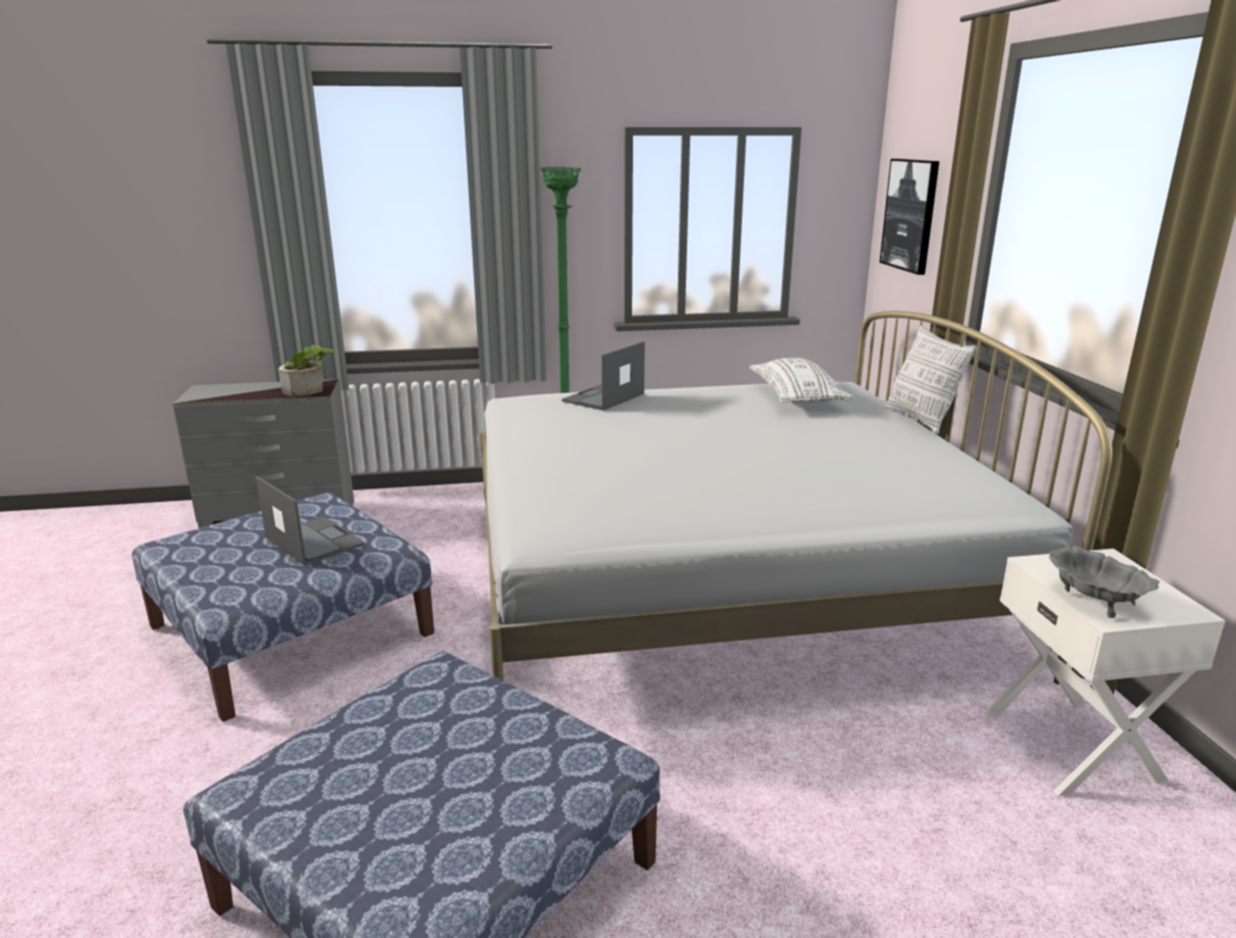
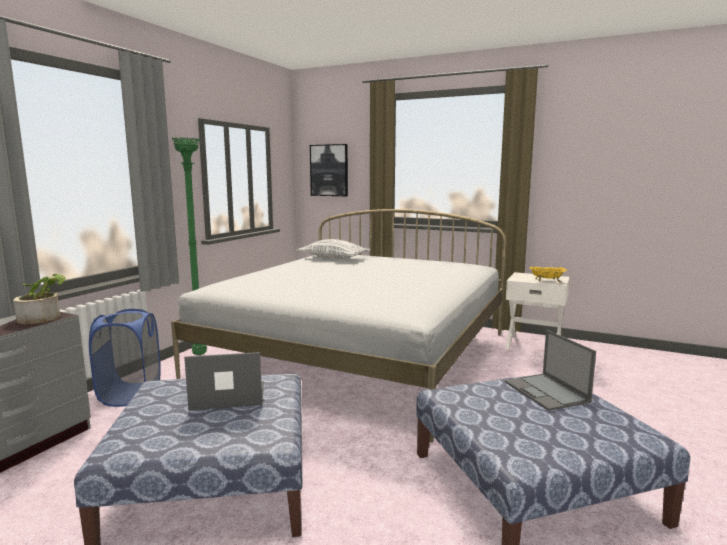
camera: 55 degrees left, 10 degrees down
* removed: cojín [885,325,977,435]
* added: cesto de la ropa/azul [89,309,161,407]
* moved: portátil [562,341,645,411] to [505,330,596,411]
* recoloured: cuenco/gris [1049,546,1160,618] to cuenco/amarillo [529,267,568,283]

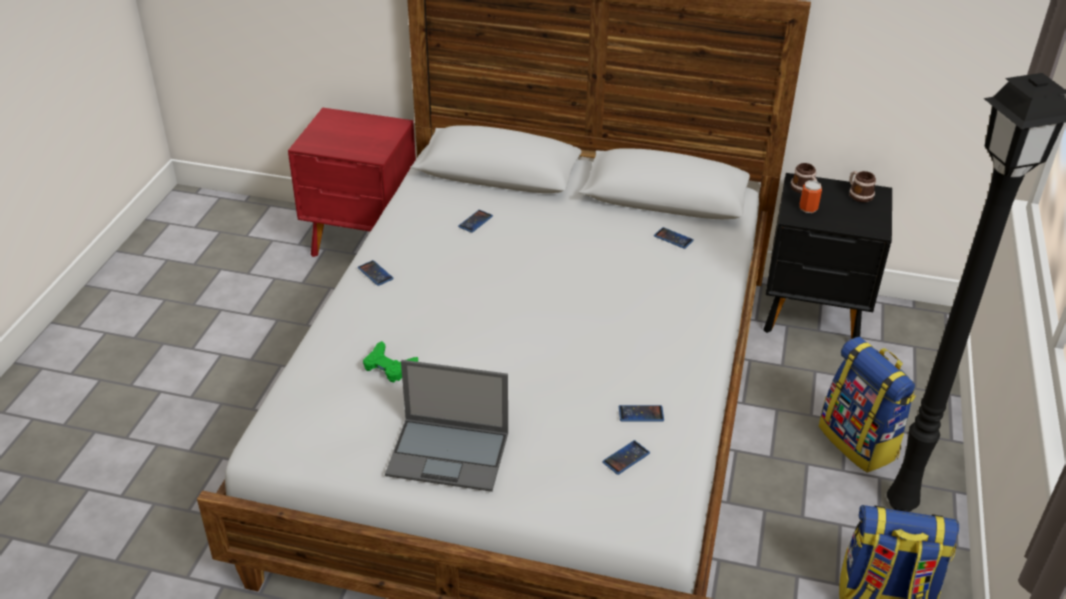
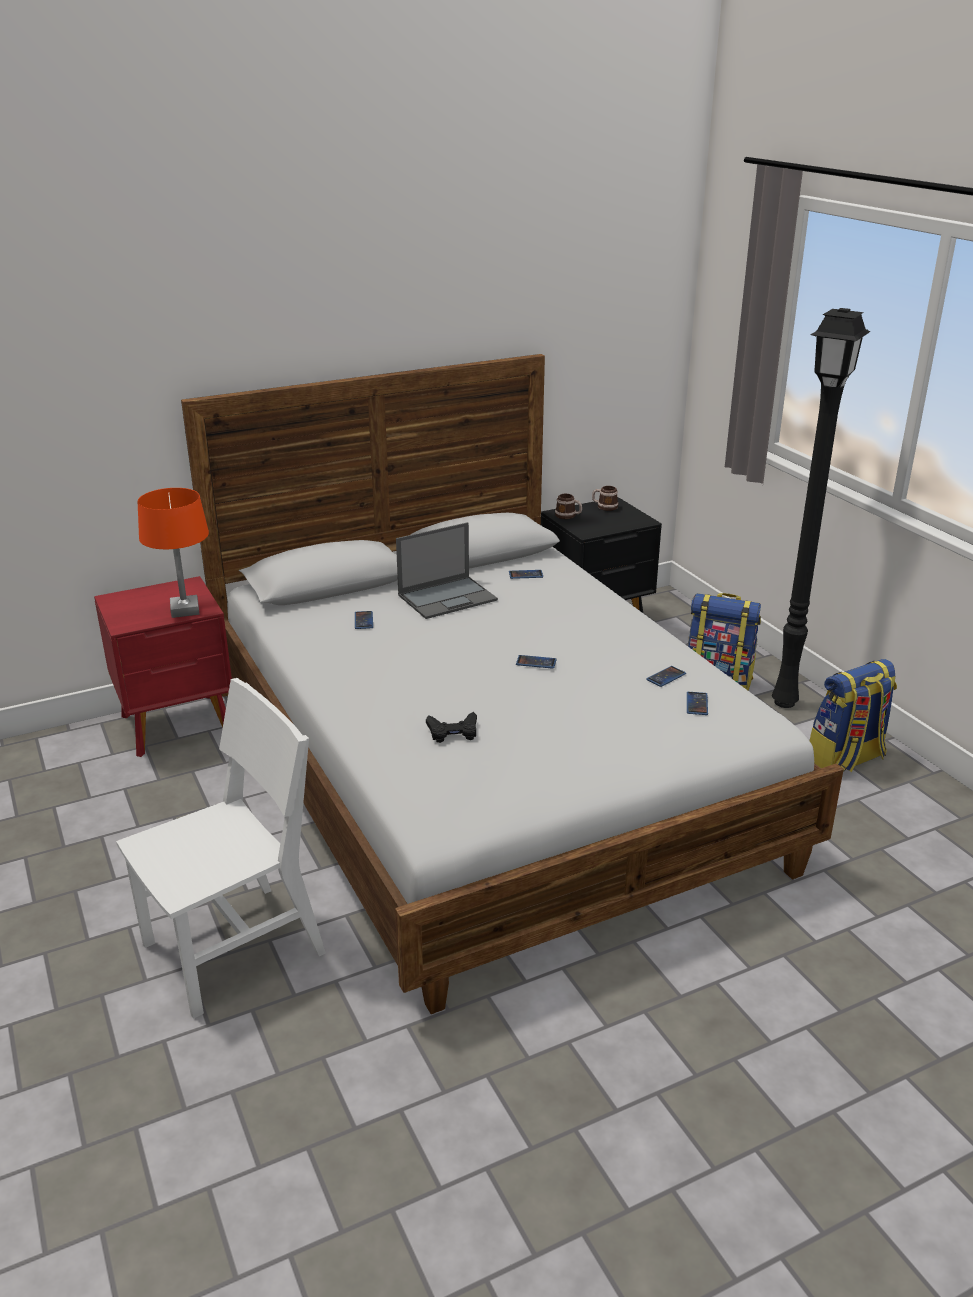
camera: 40 degrees left, 10 degrees down
* removed: lata [800,180,822,213]
* added: silla/blanco [116,678,326,1019]
* added: lámpara de mesa/naranja [138,488,209,618]
* moved: móvil [358,260,394,286] to [516,655,557,669]
* moved: portátil [385,360,508,492] to [396,522,498,619]
* recoloured: mando de consola/verde [363,341,418,382] to mando de consola/negro [426,712,477,743]

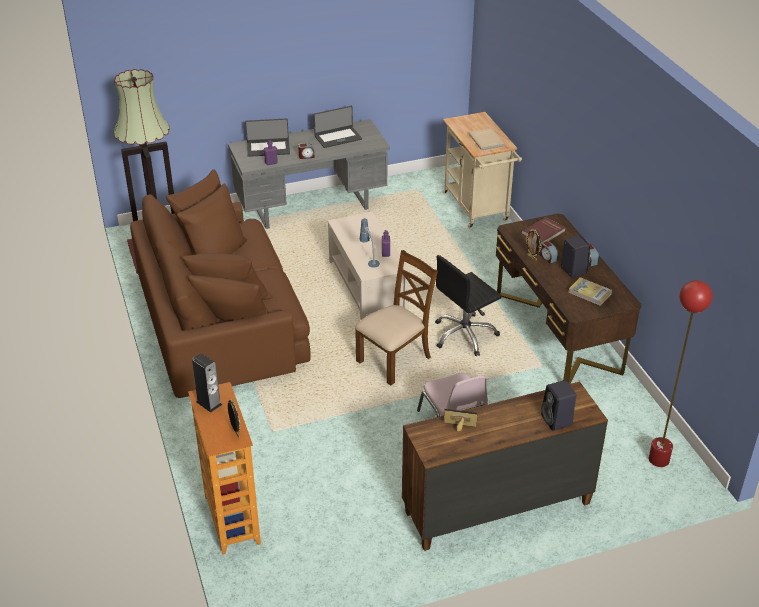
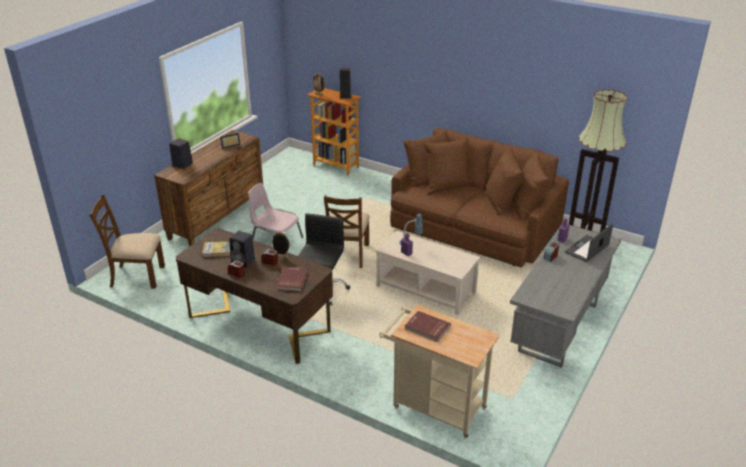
camera: 140 degrees right, 5 degrees down
* removed: portátil [314,106,362,148]
* replaced: lámpara de pie/rojo [649,280,713,467] to silla/marrón [89,194,165,289]
* recoloured: libro/beis [469,128,504,151] to libro/rojo [405,311,451,342]

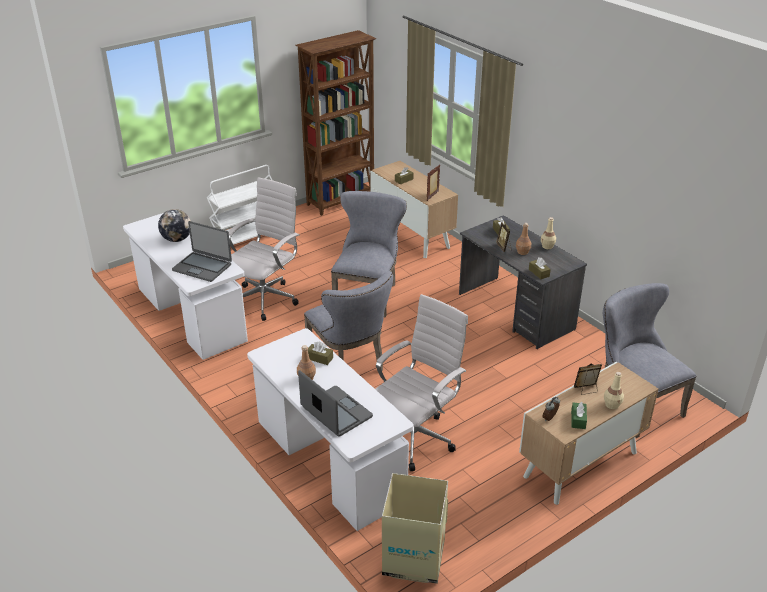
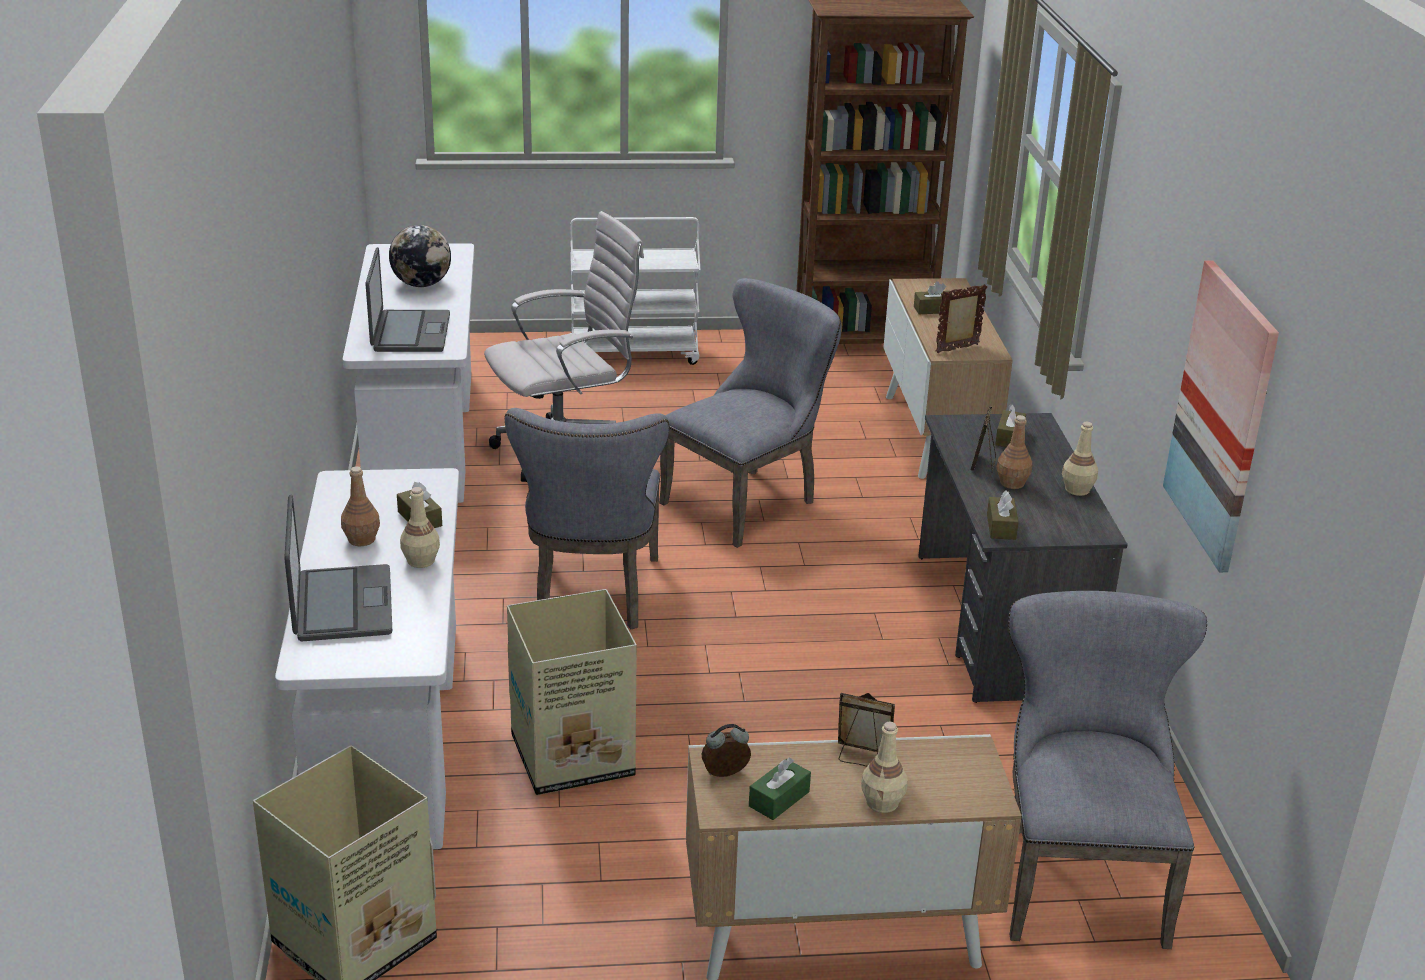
camera: 30 degrees right, 5 degrees down
* added: botella/beis [400,487,440,568]
* added: cuadro [1163,260,1279,572]
* replaced: silla de oficina/blanco [375,294,468,471] to caja de cartón [507,589,637,795]
* turned: portátil [172,221,232,282] = [365,247,450,352] 150 degrees counterclockwise

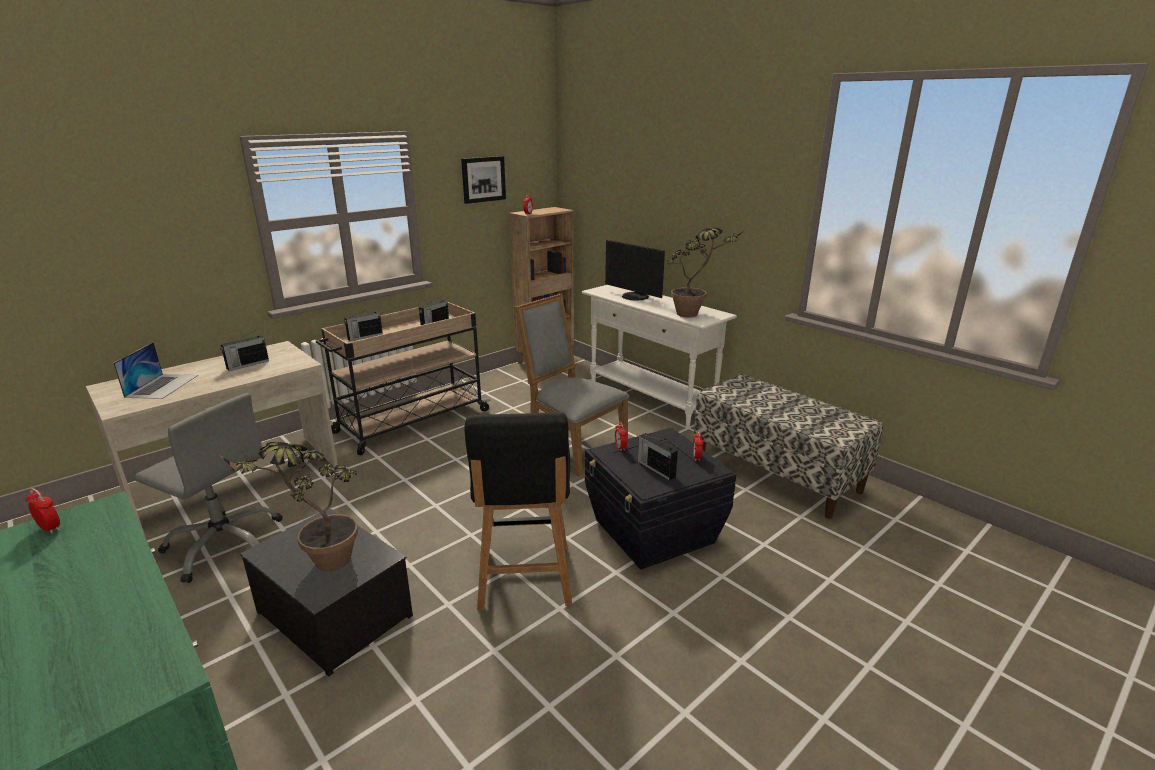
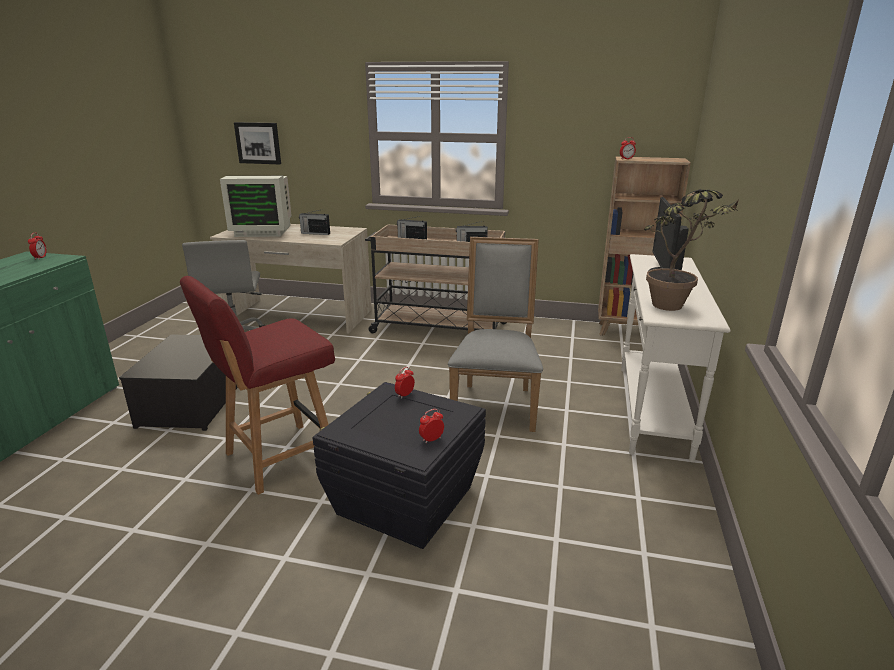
camera: 55 degrees right, 0 degrees up
* removed: planta en maceta [220,442,358,572]
* removed: radio [638,433,678,480]
* removed: banco [694,374,883,519]
* moved: cuadro [461,156,506,204] to [234,122,281,165]
* replaced: portátil [113,342,198,399] to monitor [220,176,292,237]
* recoloured: silla/negro [464,413,572,611] to silla/rojo [180,276,335,495]

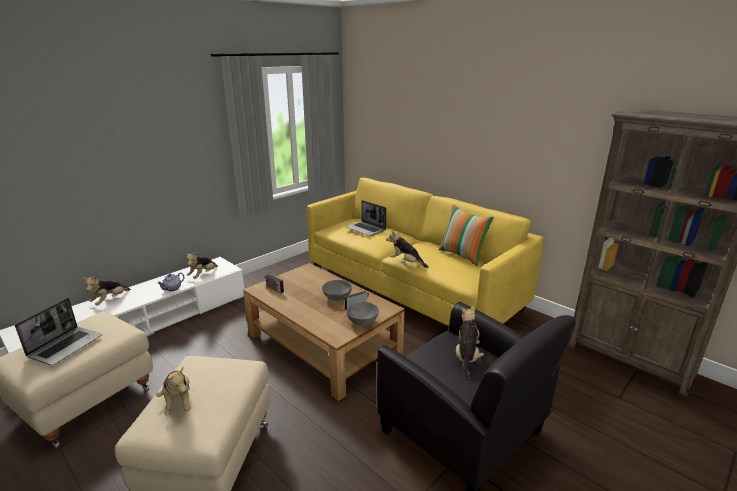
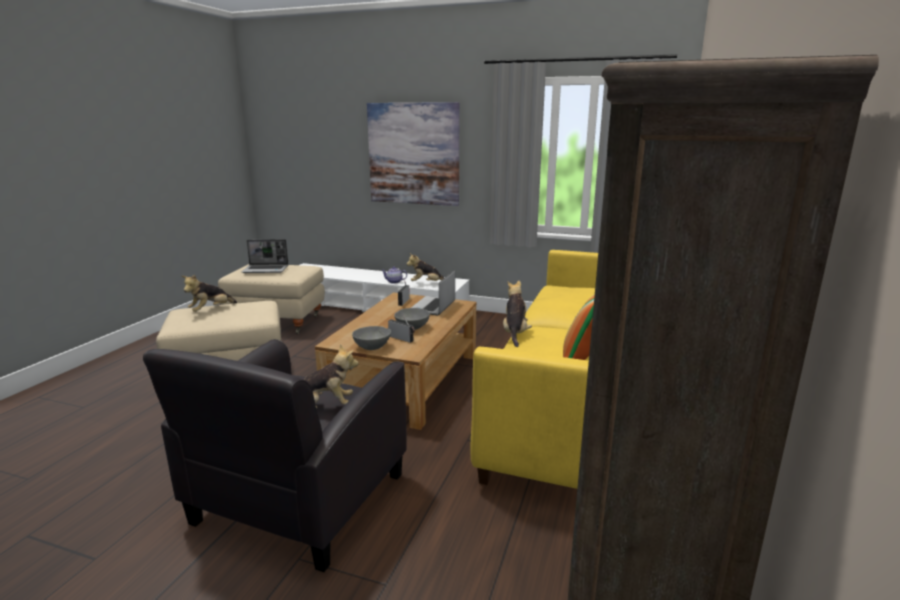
camera: 65 degrees right, 5 degrees down
* removed: peluche [83,276,131,305]
* added: cuadro [367,102,460,206]
* moved: portátil [346,200,386,236] to [411,270,455,316]

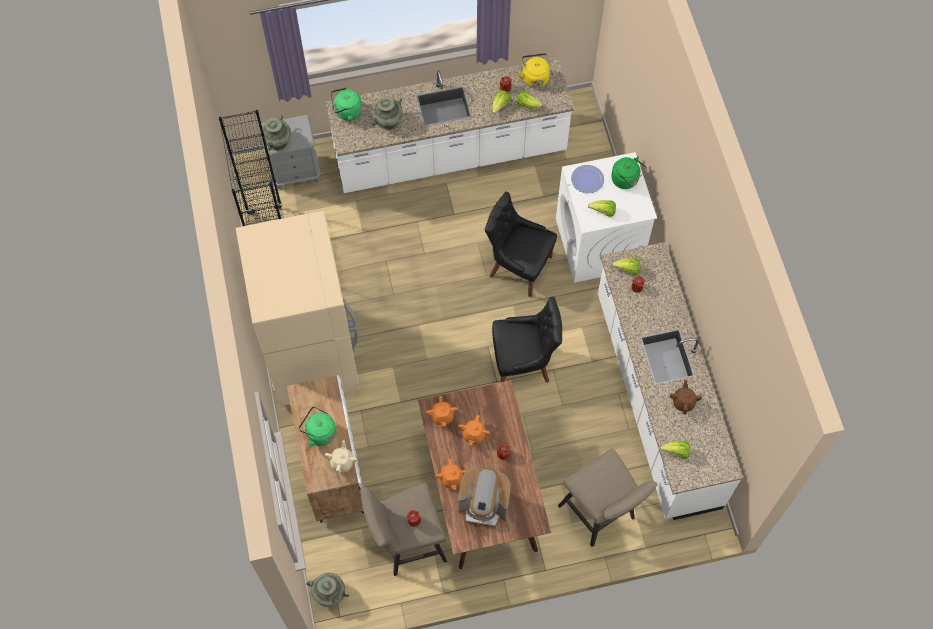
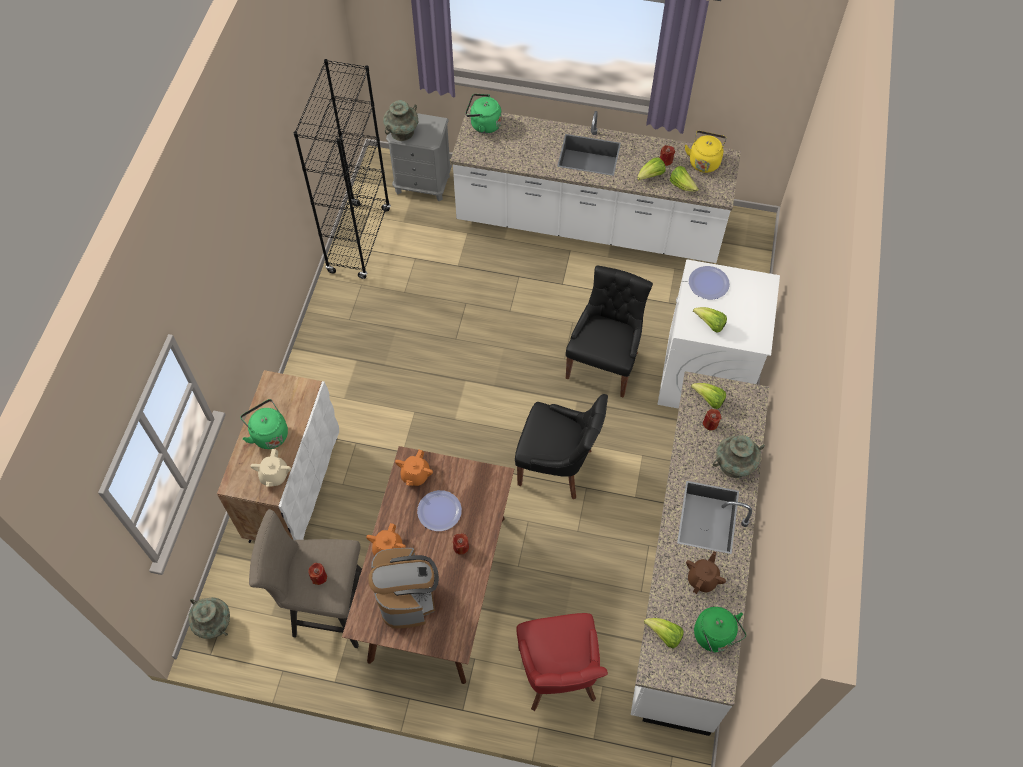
camera: 25 degrees right, 5 degrees down
* removed: nevera/beis [236,211,360,406]
* moved: florero/turquesa [371,96,403,130] to [713,435,765,478]
* moved: hervidor/verde [611,156,647,189] to [694,607,746,653]
* replaced: tetera/naranja [459,415,490,445] to plato [417,490,462,531]
* replaced: taburete/beis [558,449,657,547] to silla/rojo [516,613,608,711]
* turned: tetera/beis [325,440,357,475] = [250,449,291,487] 150 degrees clockwise
* turned: cafetera [458,467,510,527] = [368,548,439,629] 135 degrees counterclockwise
* turned: silla/negro [485,191,557,297] = [566,266,653,398] 60 degrees clockwise

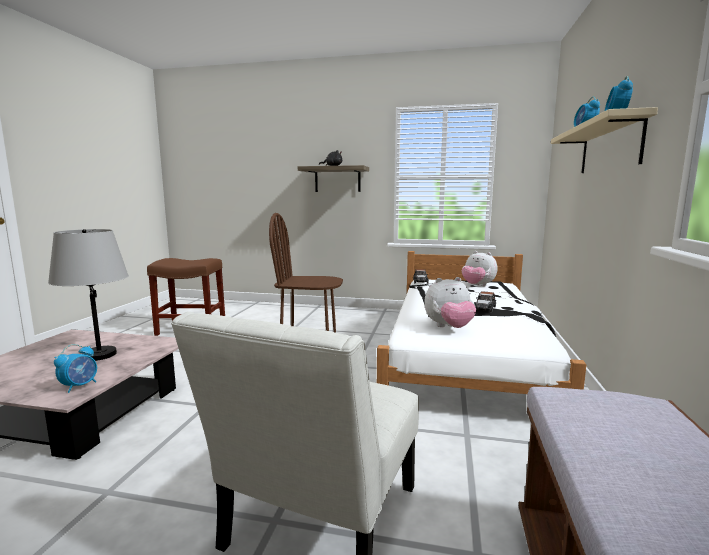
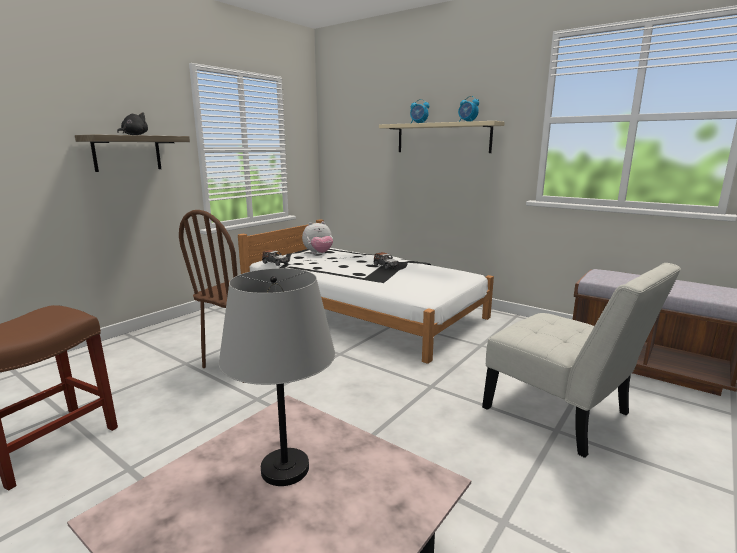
camera: 65 degrees left, 5 degrees up
* removed: despertador [54,344,97,393]
* removed: peluche [424,277,476,328]

